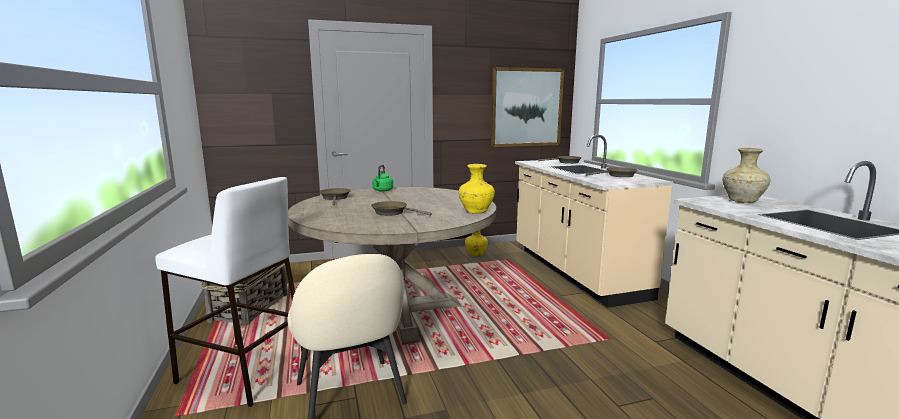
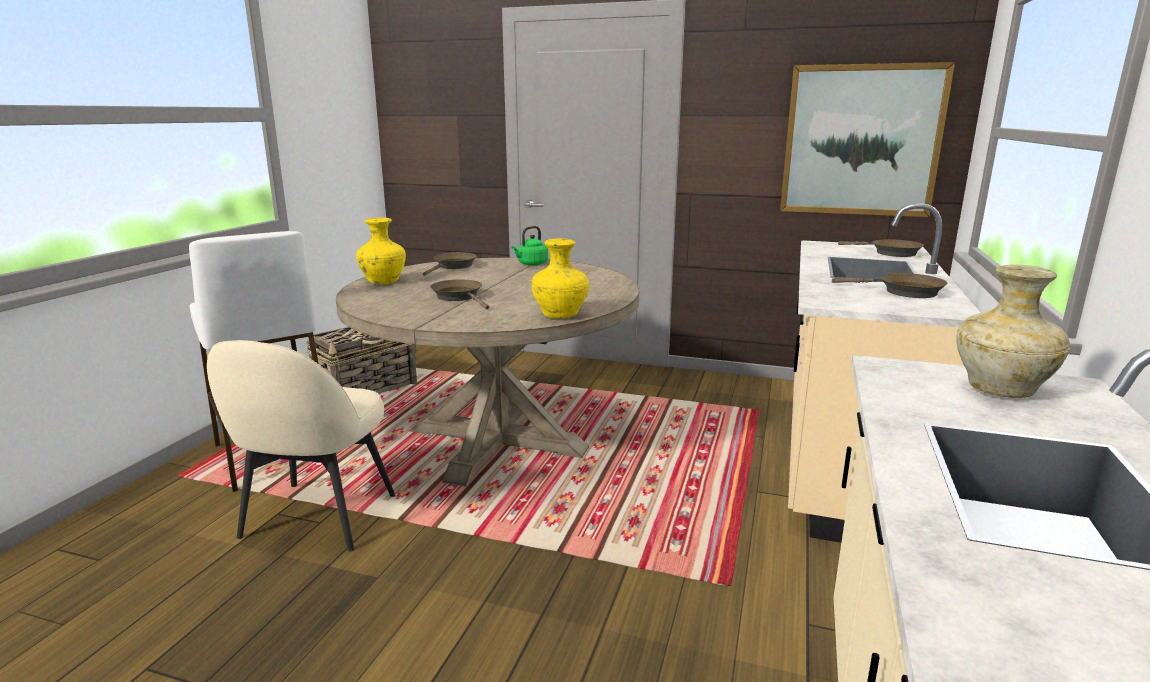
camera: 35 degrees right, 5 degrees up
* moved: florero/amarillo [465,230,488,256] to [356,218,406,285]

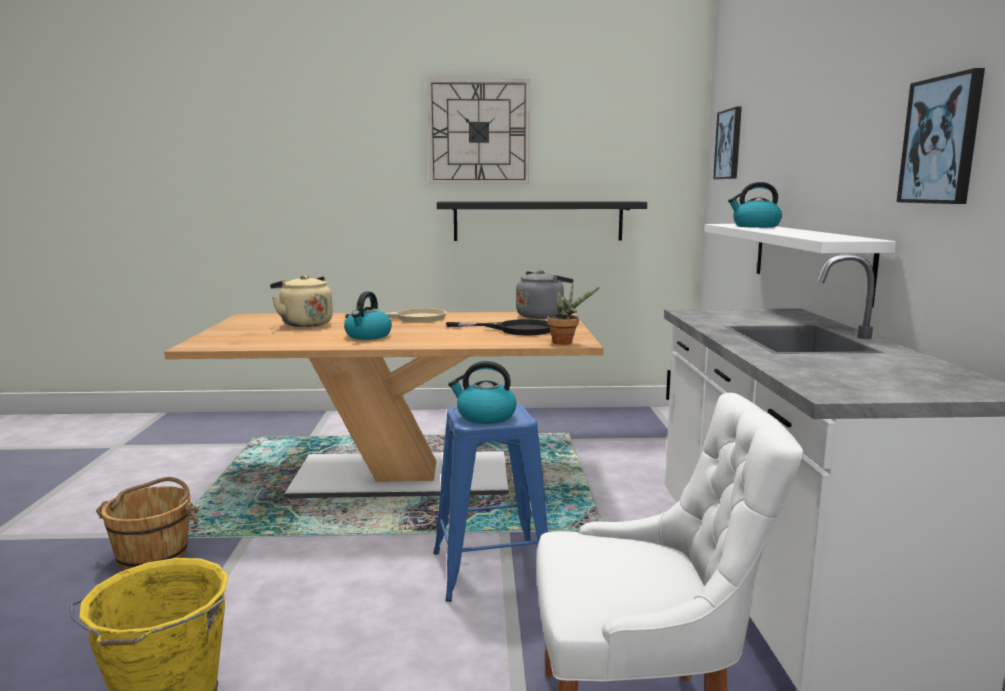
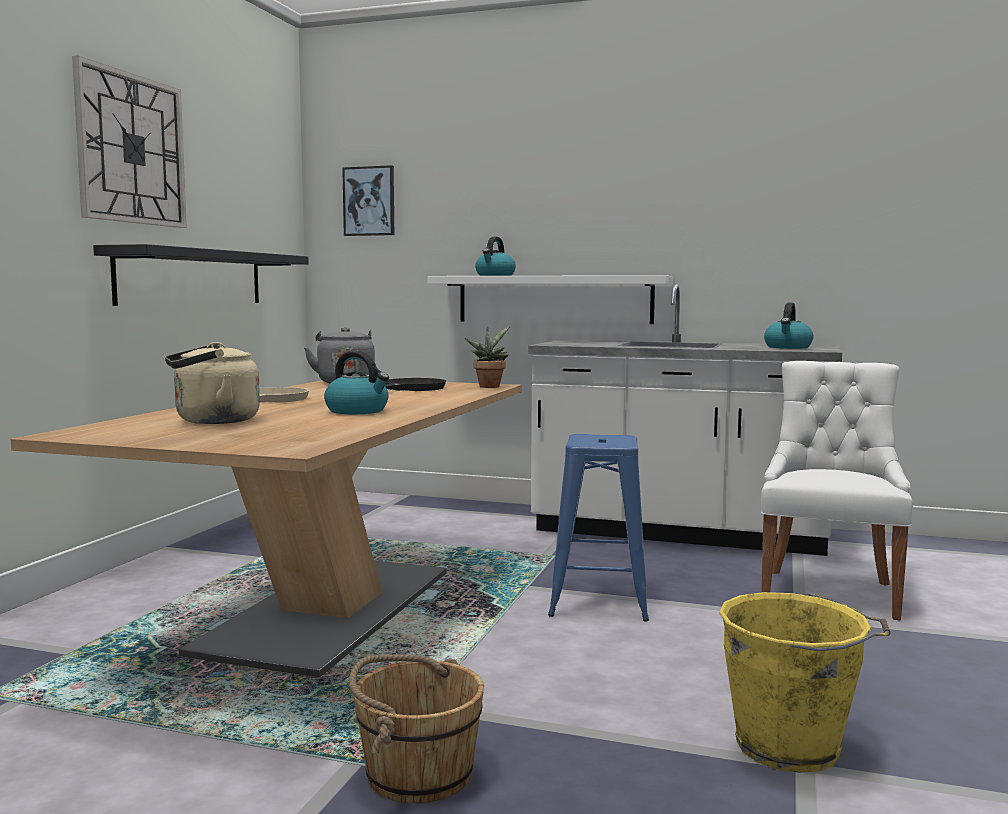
camera: 70 degrees left, 5 degrees down
* removed: cuadro [897,68,985,204]
* moved: hervidor [448,361,517,424] to [764,302,813,349]

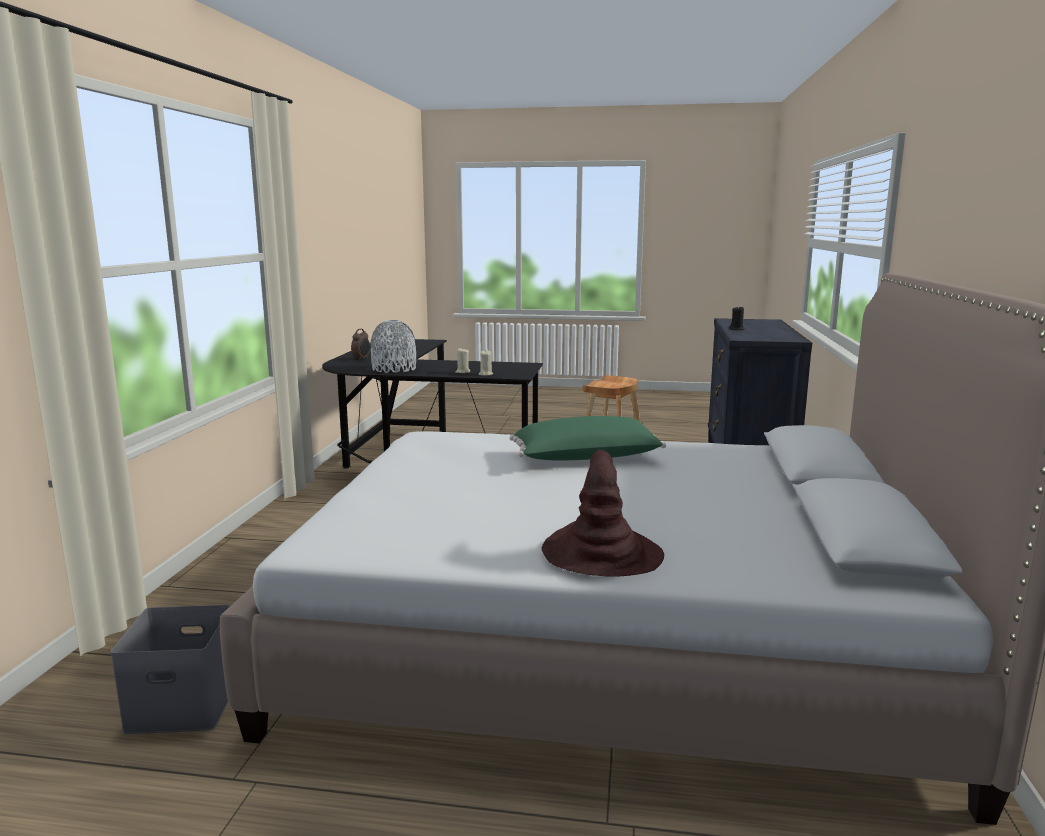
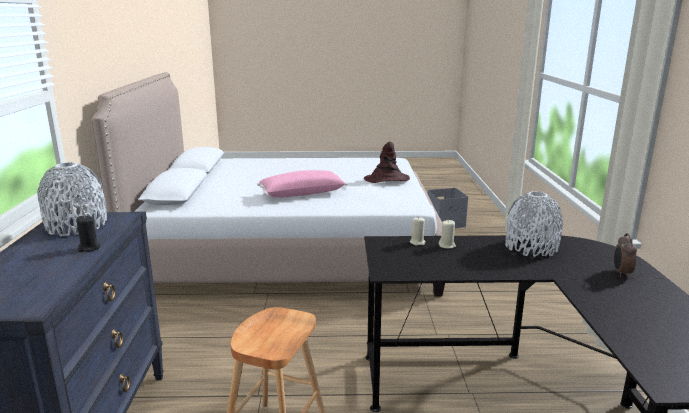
camera: 170 degrees right, 5 degrees up
* added: florero/gris [37,162,107,236]
* moved: sombrero/marrón [542,449,664,577] to [364,142,410,183]
* recoloured: cojín/verde [509,416,666,461] to cojín/rosa [257,170,347,198]

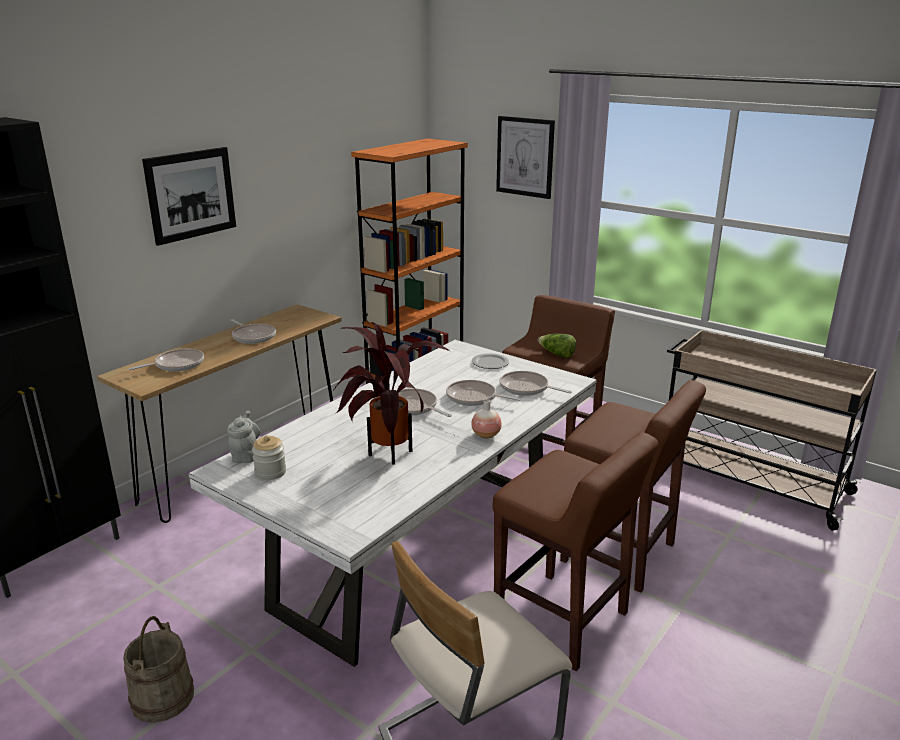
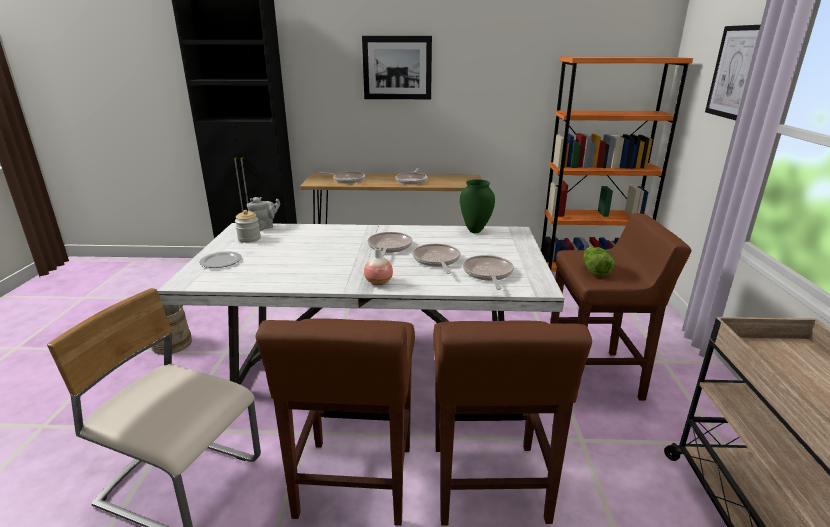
camera: 55 degrees right, 0 degrees up
* removed: planta en maceta [333,322,450,465]
* added: florero/verde [460,179,495,233]
* moved: plato [472,353,509,369] to [199,251,242,268]

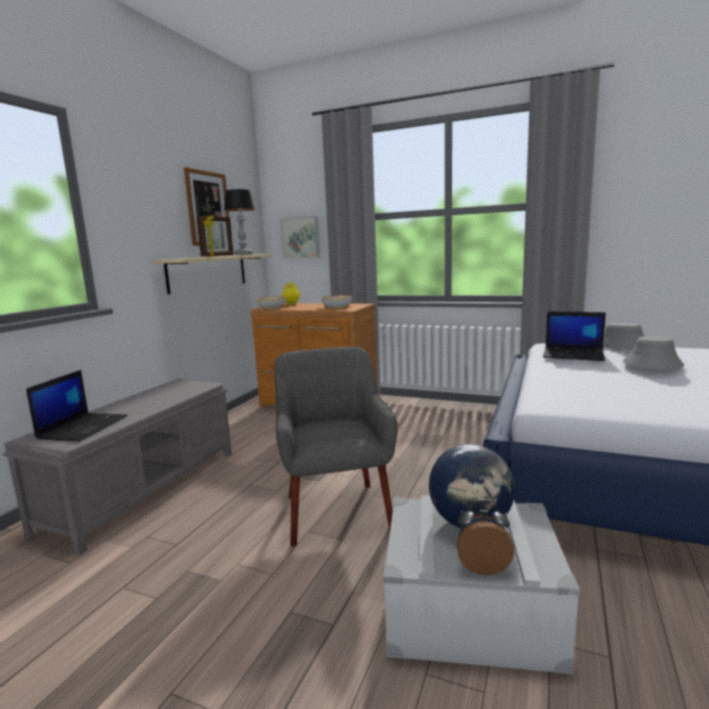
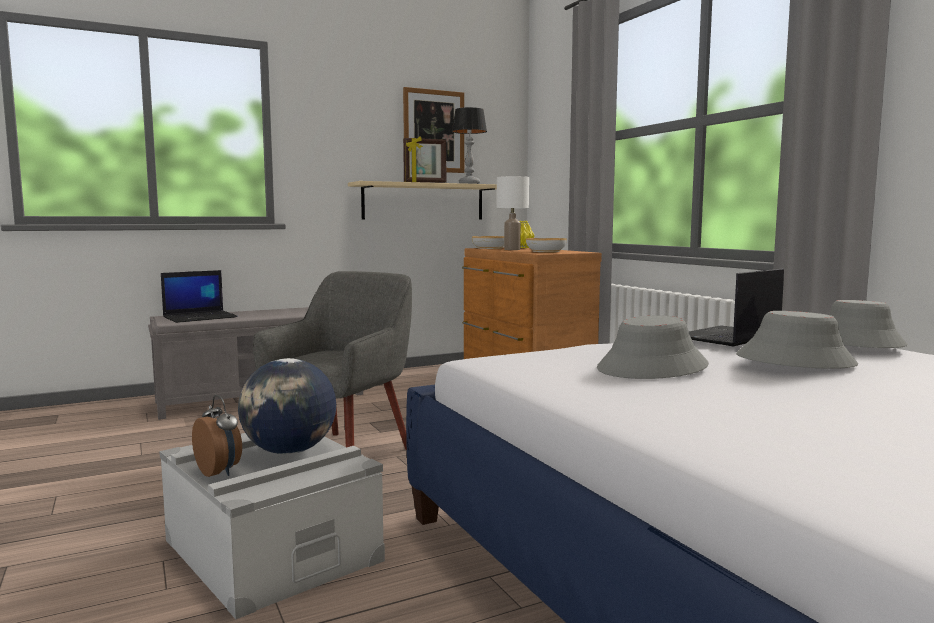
camera: 40 degrees right, 5 degrees down
* removed: cuadro [280,217,320,259]
* added: lámpara de mesa/blanco [497,176,529,250]
* added: sombrero/gris [597,315,709,379]
* turned: portátil [543,311,606,361] = [689,269,784,346] 75 degrees clockwise

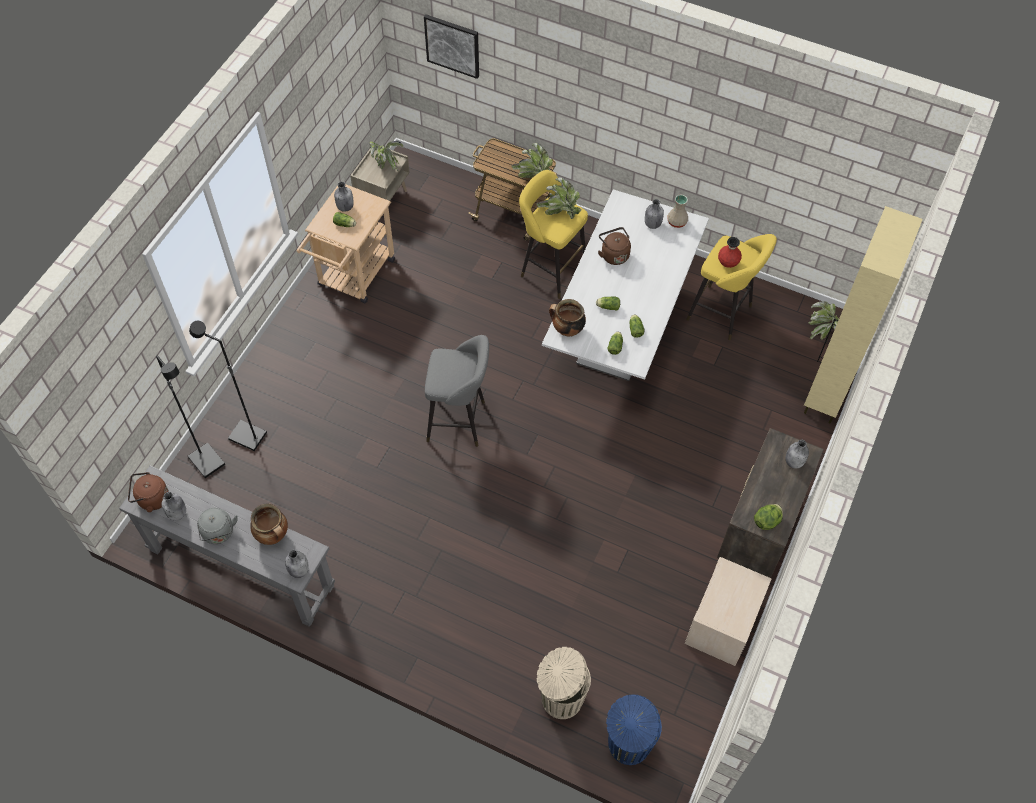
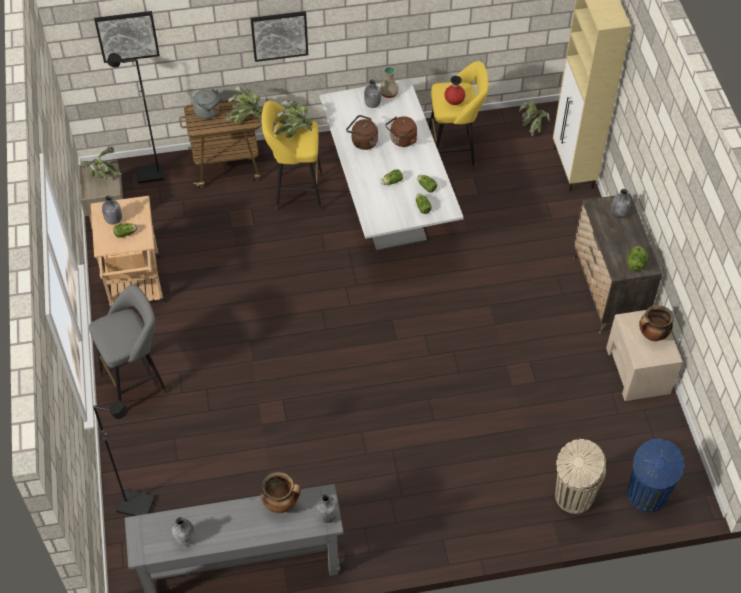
camera: 35 degrees left, 5 degrees down
* added: cuadro [250,11,308,62]
* moved: hervidor/marrón [128,472,169,512] to [385,116,417,147]
* moved: lámpara de pie/negro [189,321,267,451] to [107,53,165,184]
* moved: hervidor/gris [197,508,238,544] to [193,89,223,119]
* moved: taburete/gris [425,335,489,447] to [89,285,167,401]
* moved: olla [549,299,586,336] to [639,305,674,341]

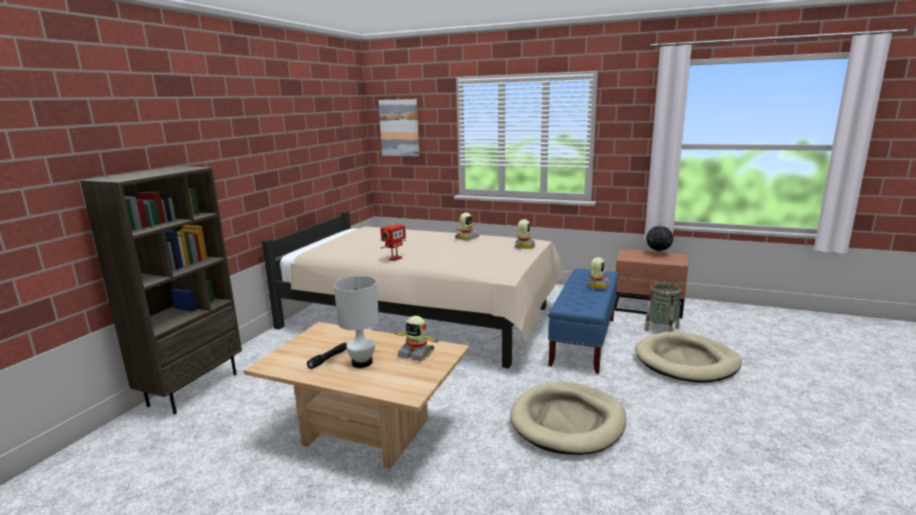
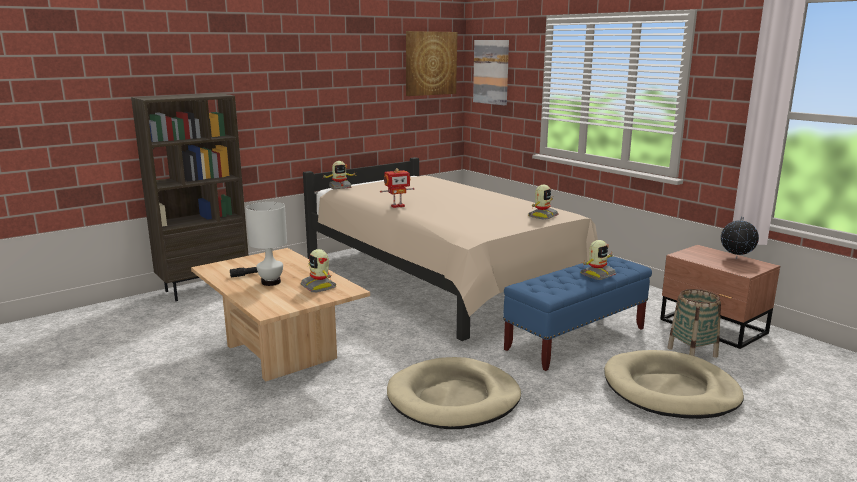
camera: 30 degrees right, 0 degrees up
* added: cuadro [406,31,457,96]
* moved: robot de juguete [455,213,479,240] to [323,161,357,189]

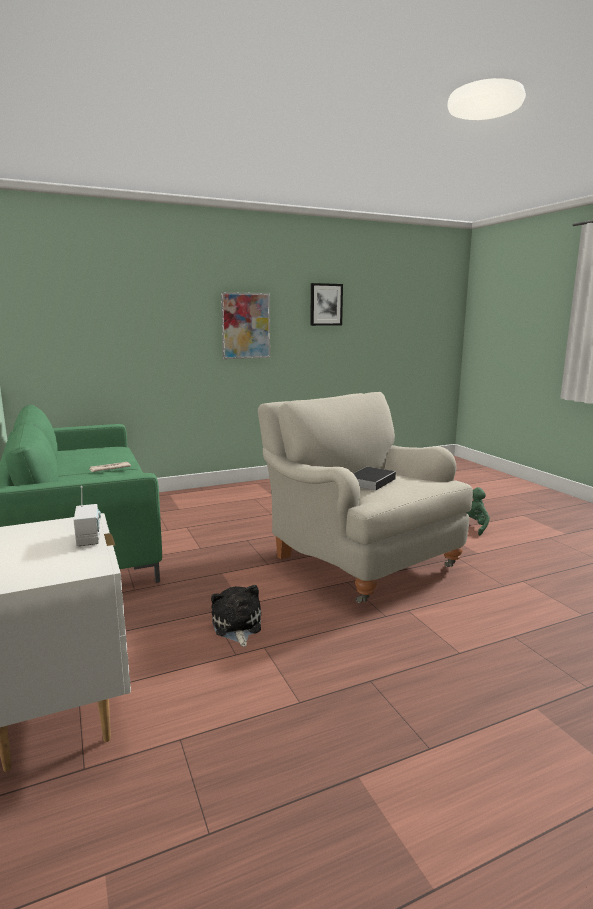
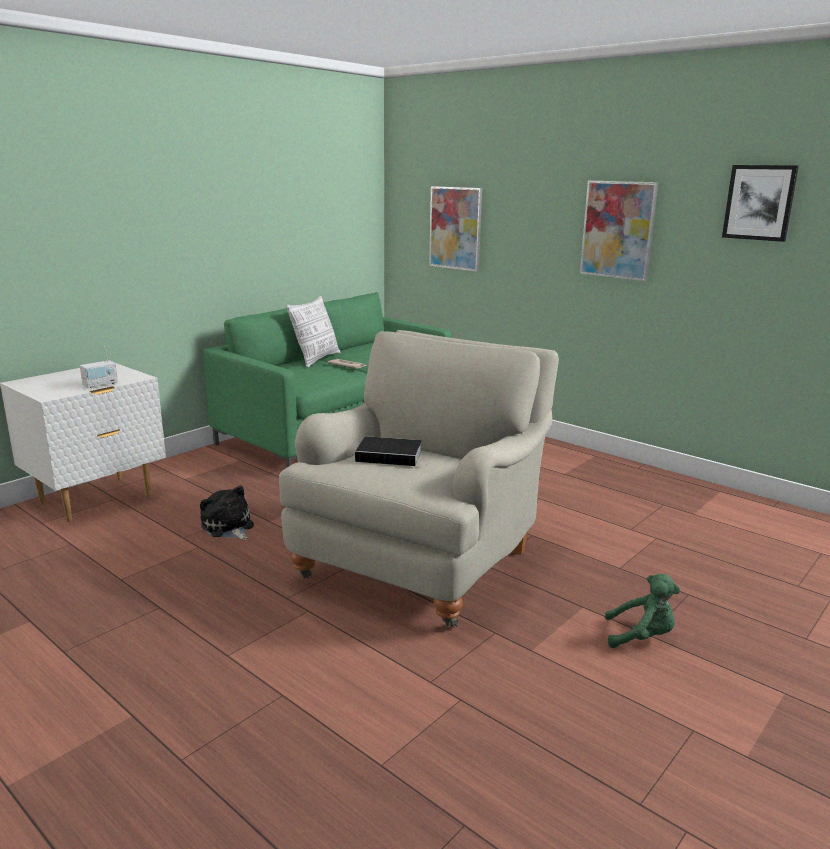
camera: 65 degrees right, 5 degrees up
* added: cojín [286,296,341,368]
* added: cuadro [429,186,482,272]
* turned: peluche [211,585,261,647] = [200,486,254,540] 90 degrees counterclockwise

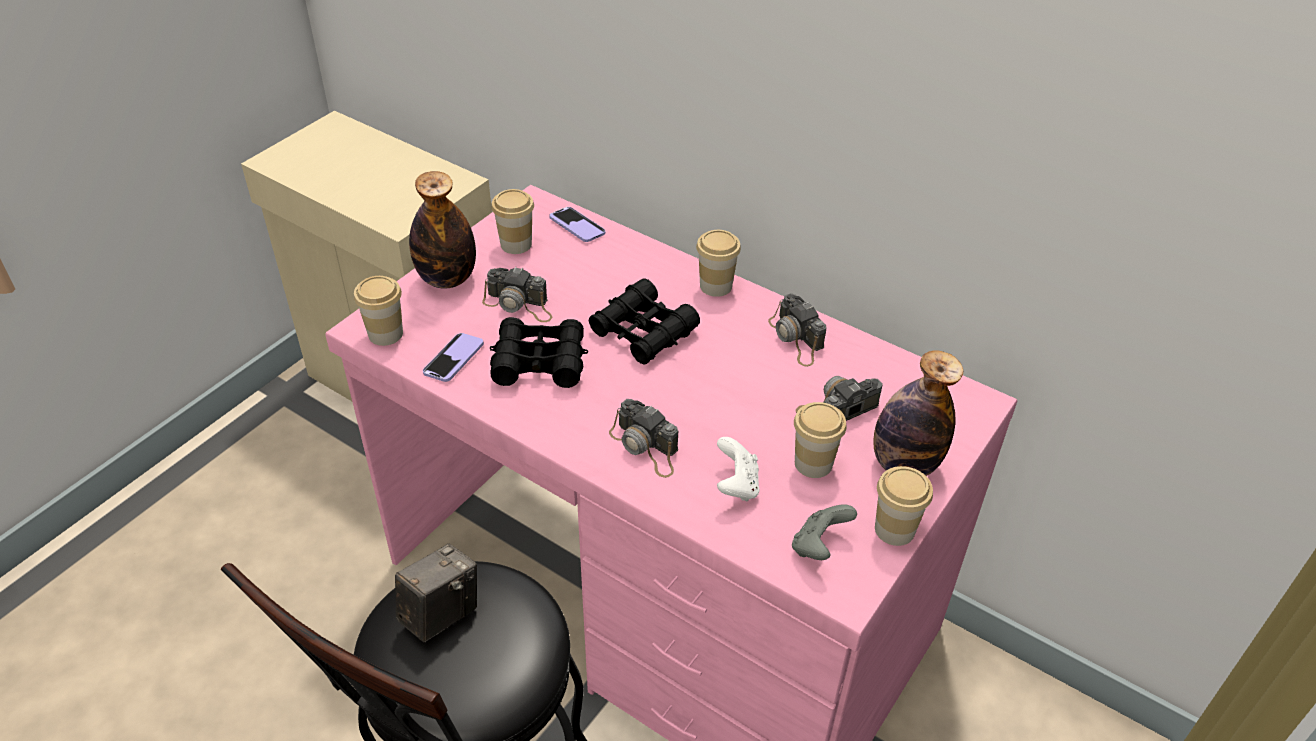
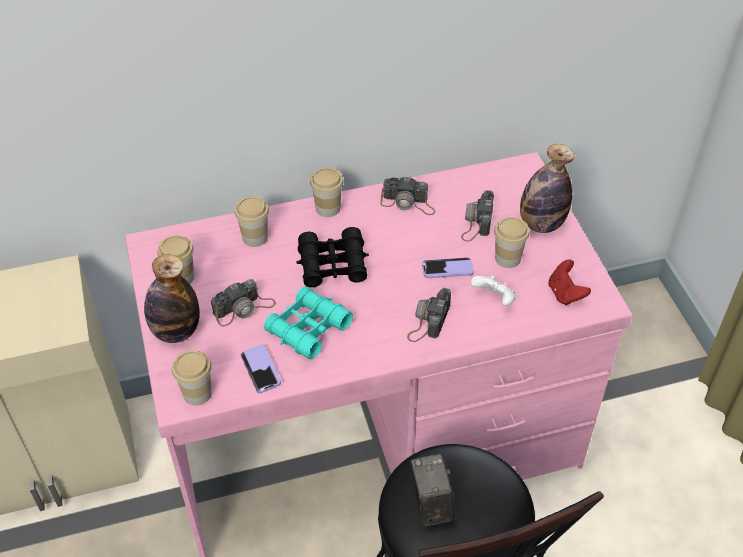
camera: 50 degrees left, 5 degrees up
* moved: móvil [550,207,605,242] to [422,257,474,278]
* moved: taza [875,466,933,546] to [234,196,269,247]
* recoloured: prismáticos/negro [490,317,588,388] to prismáticos/turquesa [264,286,353,359]
* recoloured: mando de consola/gris [792,504,857,560] to mando de consola/rojo [548,259,591,305]
* turned: cámara [609,399,678,478] = [407,288,451,342] 120 degrees clockwise

